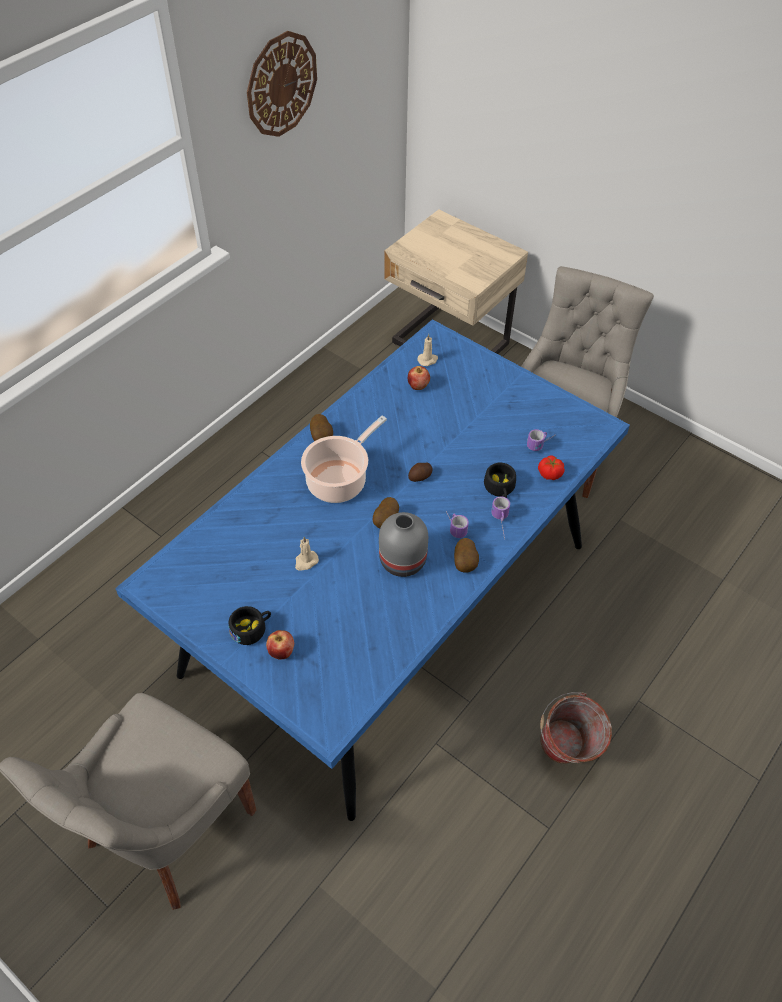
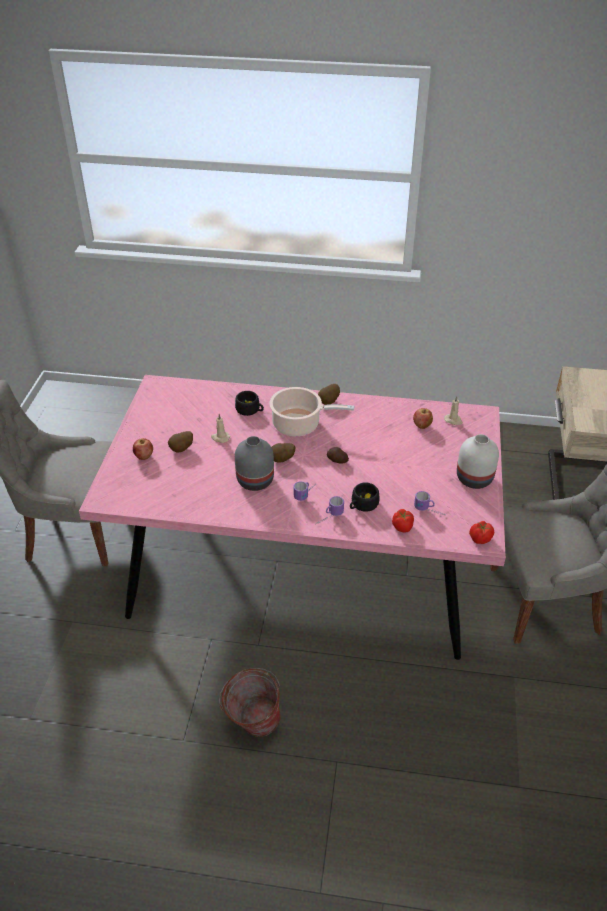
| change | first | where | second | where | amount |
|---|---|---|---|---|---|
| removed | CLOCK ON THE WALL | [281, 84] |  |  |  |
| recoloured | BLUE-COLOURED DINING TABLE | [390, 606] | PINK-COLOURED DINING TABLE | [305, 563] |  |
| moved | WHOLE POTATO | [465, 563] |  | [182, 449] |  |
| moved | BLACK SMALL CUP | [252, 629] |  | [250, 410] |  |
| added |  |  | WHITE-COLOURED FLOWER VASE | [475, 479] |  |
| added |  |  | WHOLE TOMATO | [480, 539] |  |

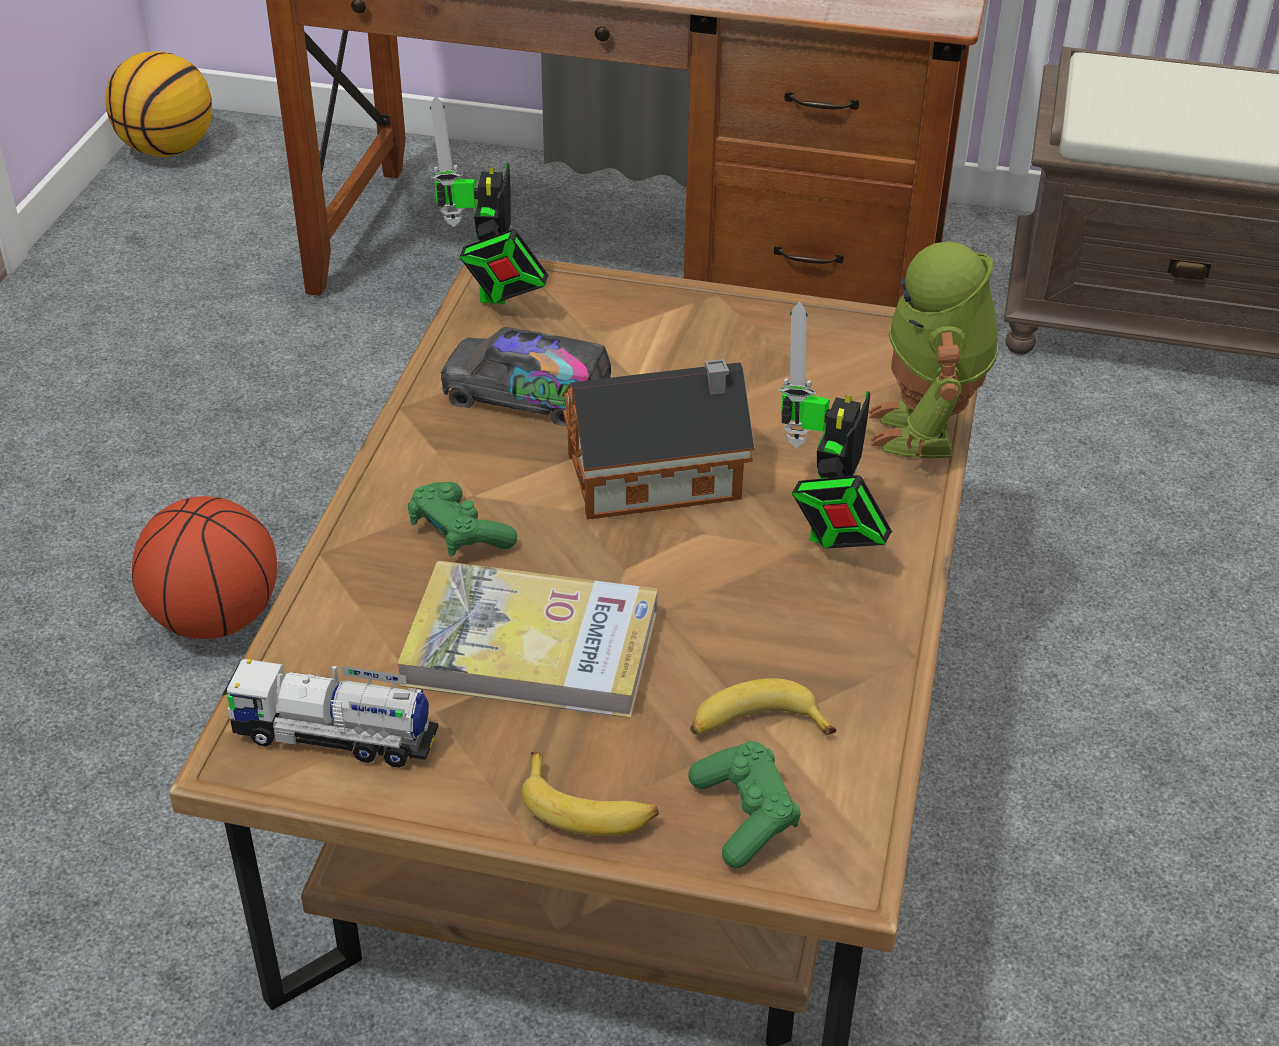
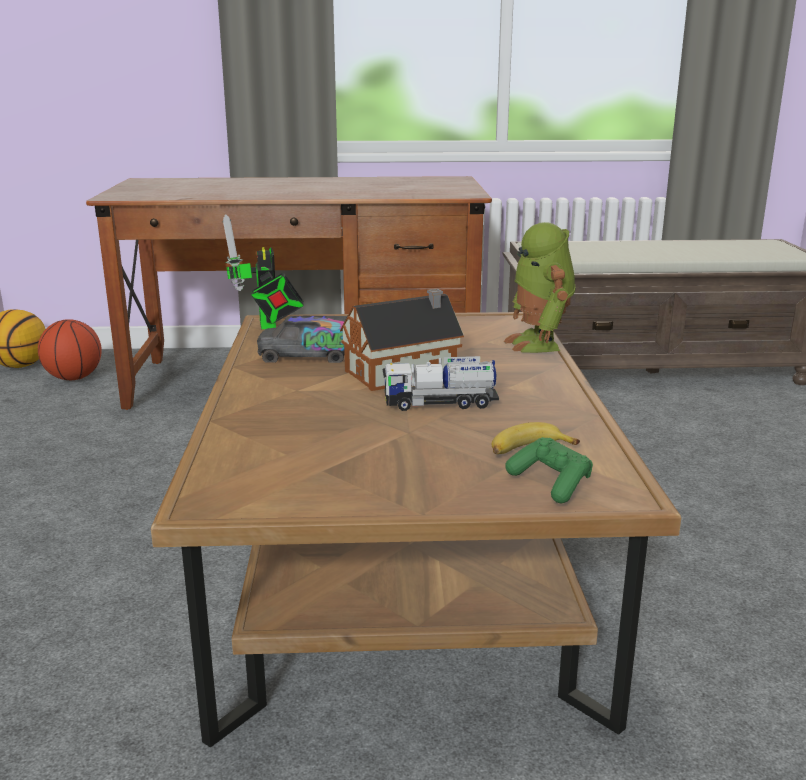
| change | first | where | second | where | amount |
|---|---|---|---|---|---|
| removed | TOY ROBOT | [828, 532] |  |  |  |
| removed | GREEN GAMEPAD | [459, 534] |  |  |  |
| moved | BASKETBALL | [214, 619] |  | [73, 378] |  |
| removed | BOUND BOOK | [531, 648] |  |  |  |
| moved | TOY LORRY | [335, 736] |  | [440, 404] |  |
| removed | BANANA | [588, 808] |  |  |  |

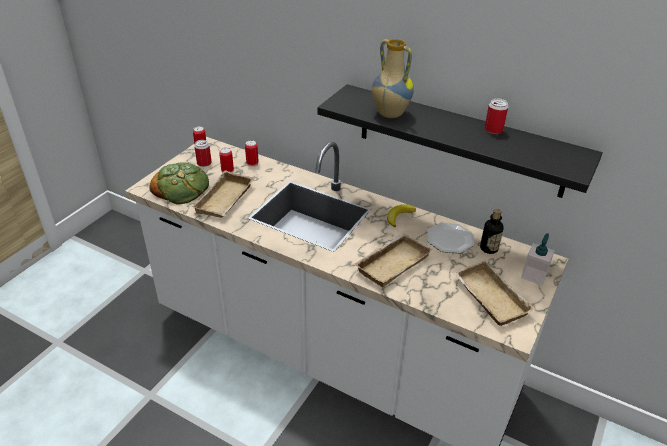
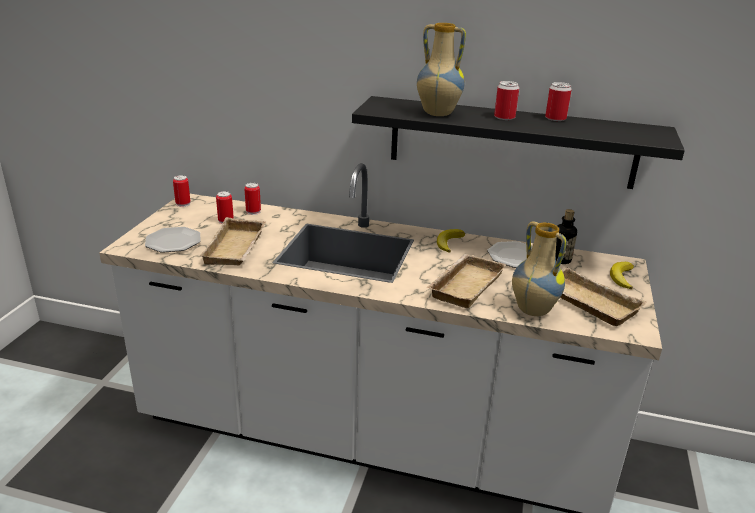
| change | first | where | second | where | amount |
|---|---|---|---|---|---|
| moved | CAN | [204, 163] |  | [504, 117] |  |
| replaced | BREAD | [181, 187] | FLAT DISH | [173, 241] |  |
| replaced | SOAP DISPENSER | [534, 275] | BANANA | [621, 277] |  |
| added |  |  | FLOWER VASE | [532, 310] |  |

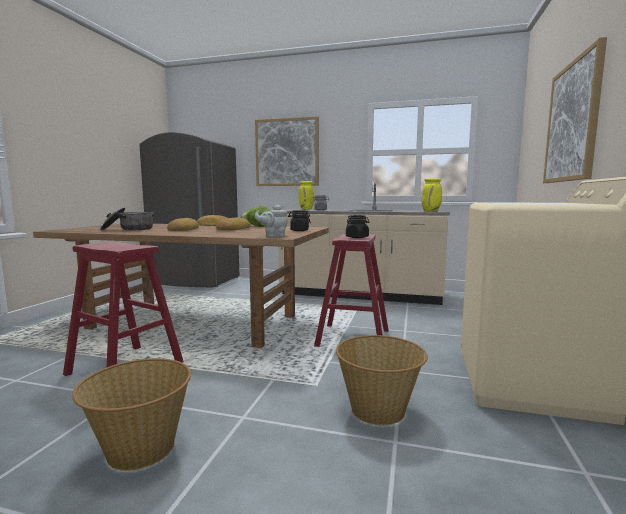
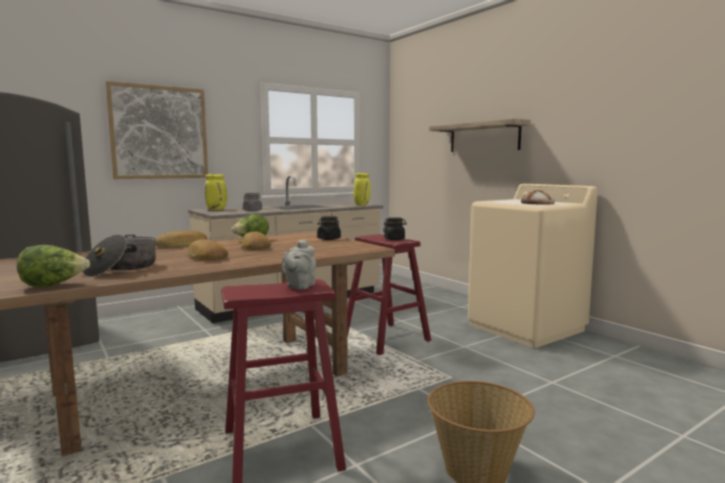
| change | first | where | second | where | amount |
|---|---|---|---|---|---|
| replaced | PICTURE | [572, 122] | WALL SHELF | [484, 137] |  |
| moved | GREYISH TEAPOT | [273, 236] |  | [299, 286] |  |
| removed | HOUSEHOLD BASKET | [379, 410] |  |  |  |
| added |  |  | BREAD | [537, 203] |  |
| added |  |  | LETTUCE | [53, 285] |  |

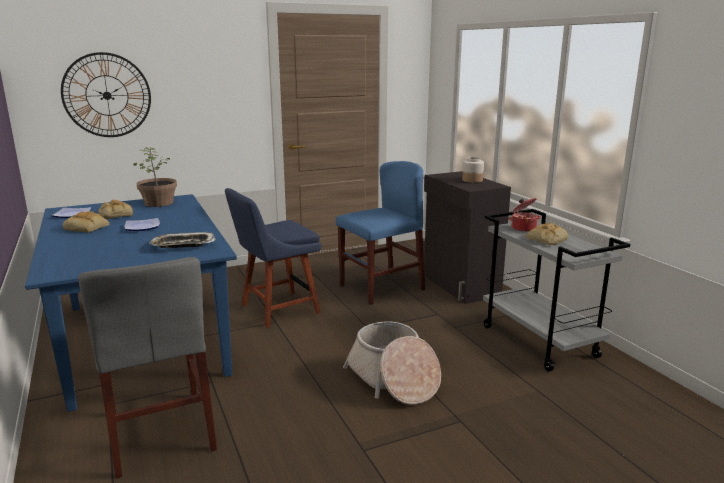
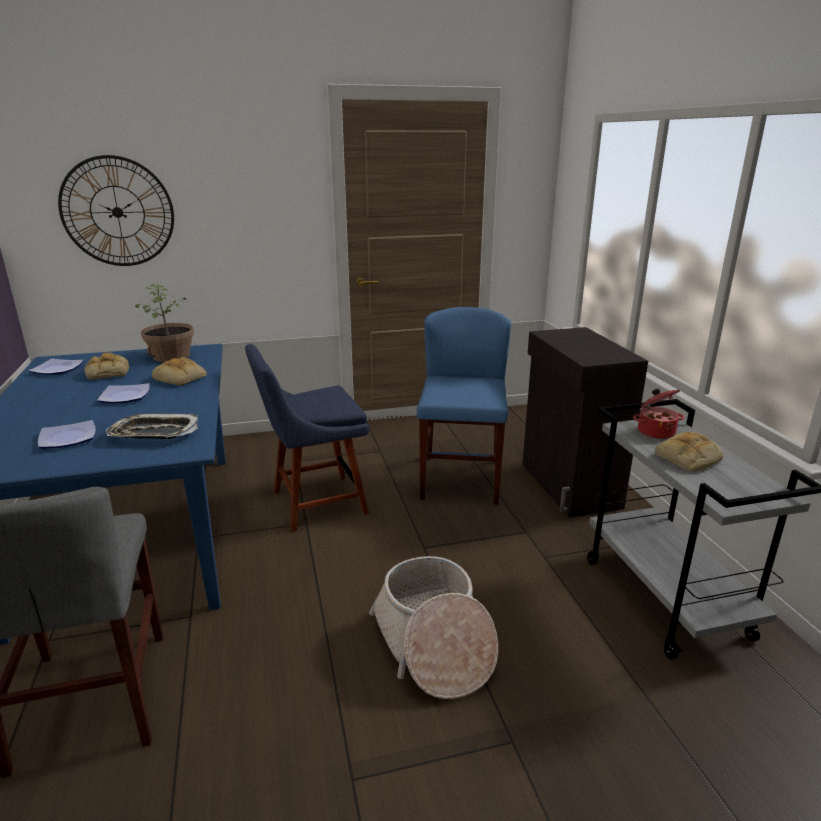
| change | first | where | second | where | amount |
|---|---|---|---|---|---|
| removed | JAR | [472, 180] |  |  |  |
| turned | BLUE-COLOURED PLAIN CHAIR | [381, 287] |  | [460, 479] | 60 degrees counterclockwise |
| moved | BREAD | [88, 228] |  | [181, 378] |  |
| added |  |  | FLAT DISH | [67, 438] |  |

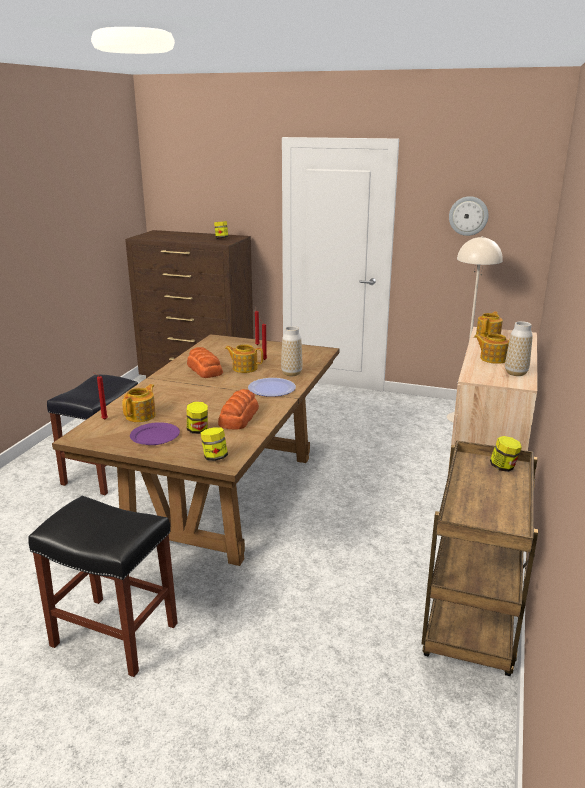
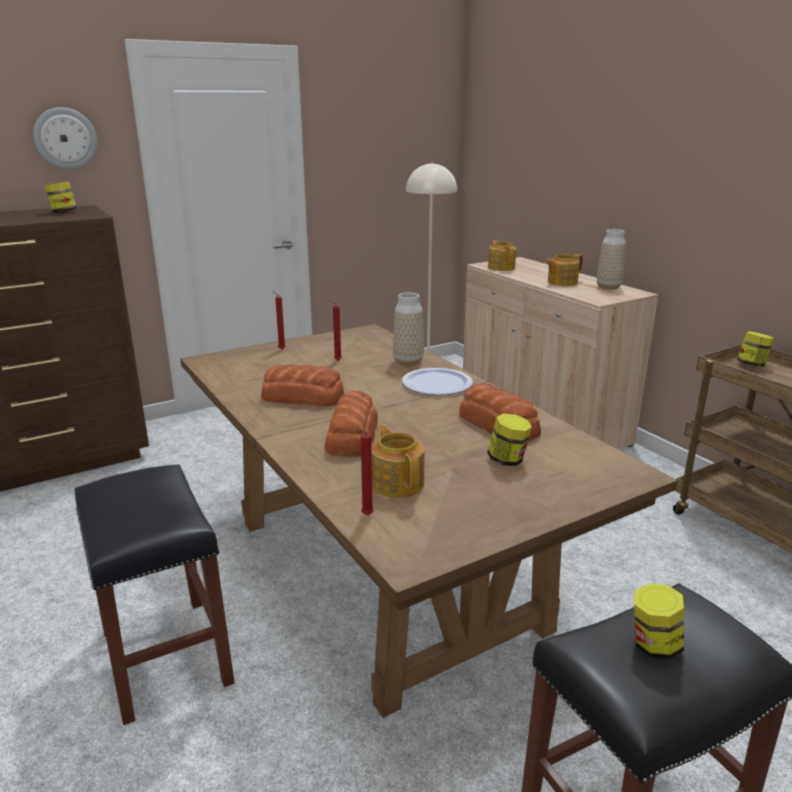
| change | first | where | second | where | amount |
|---|---|---|---|---|---|
| moved | CLOCK ON THE WALL | [468, 216] |  | [65, 138] |  |
| removed | TEAPOT | [244, 368] |  |  |  |
| removed | PURPLISH FLAT DISH | [154, 436] |  |  |  |
| moved | JAR | [214, 457] |  | [654, 645] |  |
| added |  |  | BREAD | [351, 436] |  |

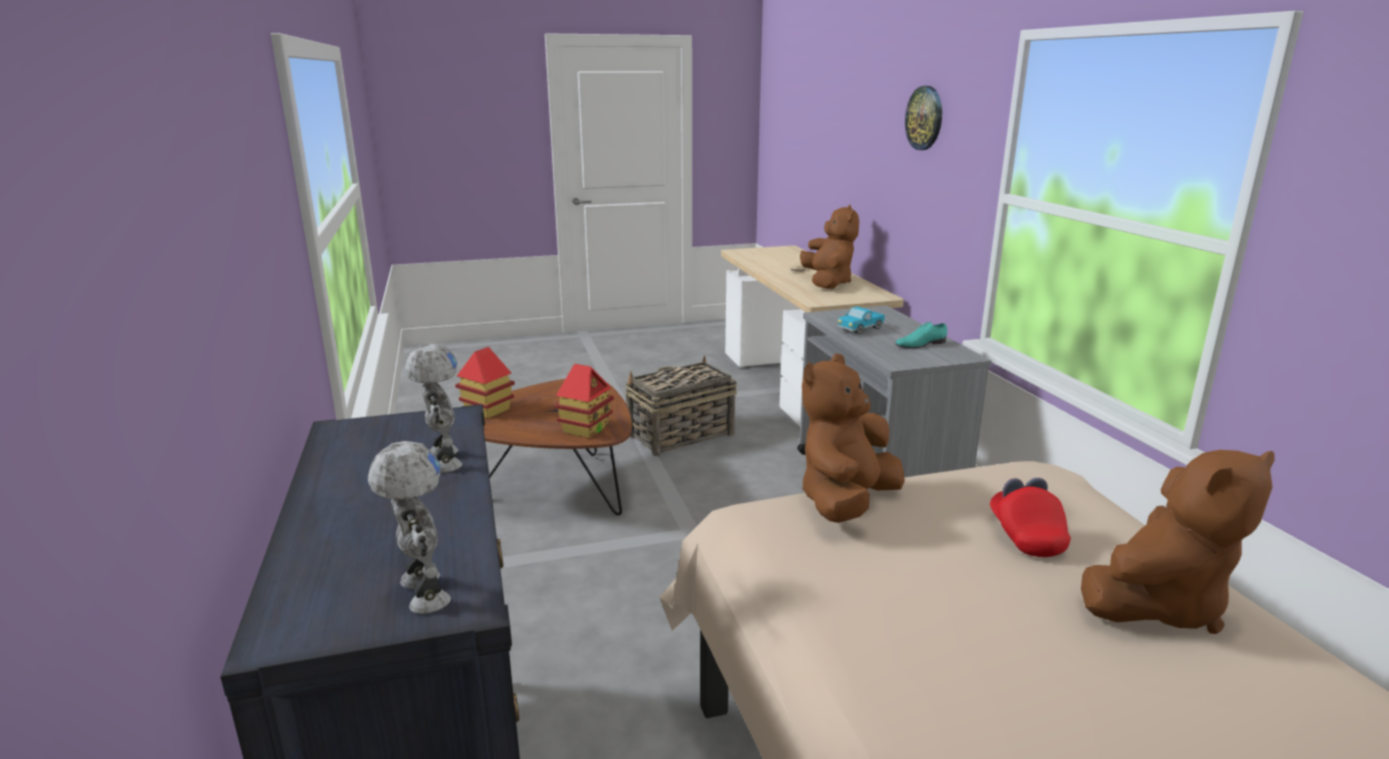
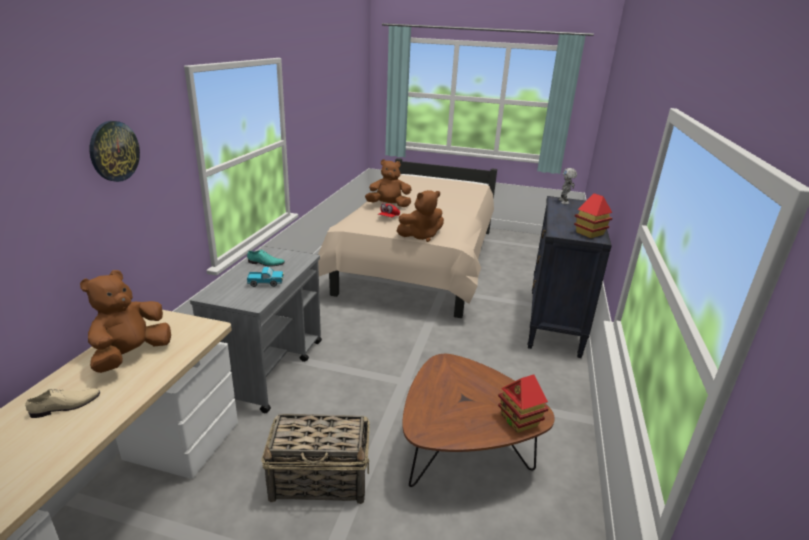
| change | first | where | second | where | amount |
|---|---|---|---|---|---|
| removed | TOY ROBOT | [442, 461] |  |  |  |
| moved | MODEL HOUSE | [585, 429] |  | [589, 233] |  |

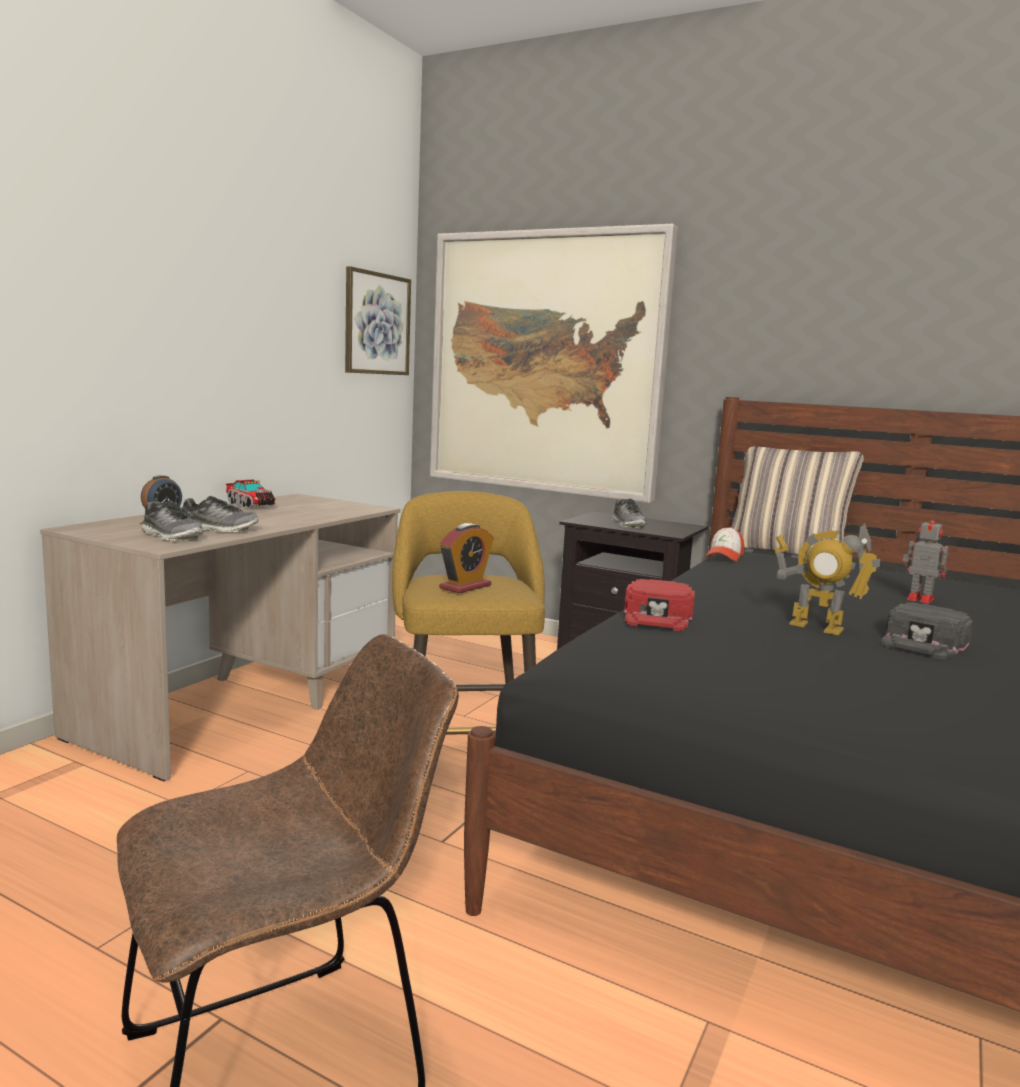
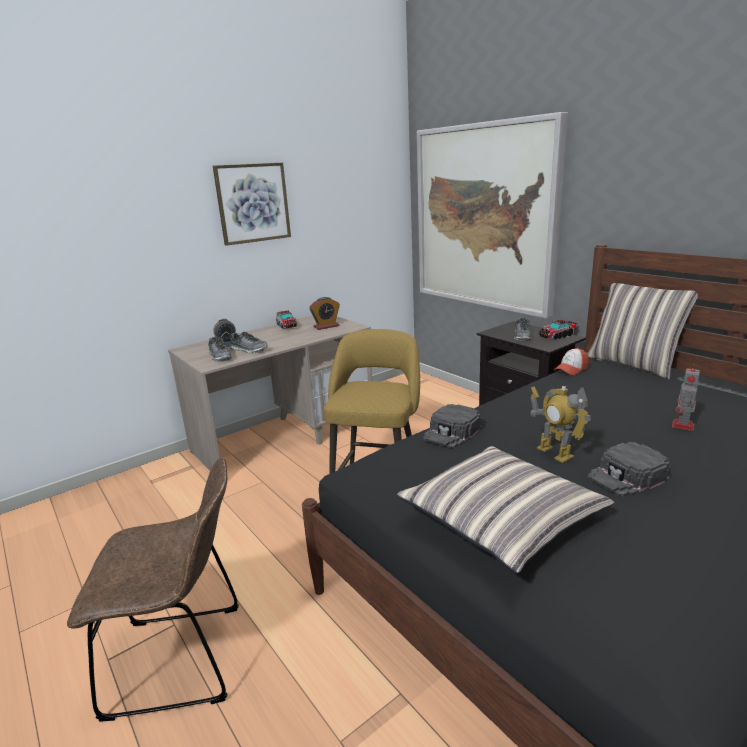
| change | first | where | second | where | amount |
|---|---|---|---|---|---|
| moved | PICTURE | [377, 324] |  | [253, 203] |  |
| turned | TOY ROBOT | [918, 599] |  | [682, 426] | 120 degrees counterclockwise |
| moved | BEDSIDE CLOCK | [465, 586] |  | [326, 326] |  |
| recoloured | RED-COLOURED CAP | [658, 616] | BLACK CAP | [452, 432] |  |
| added |  |  | TOY LORRY | [557, 336] |  |
| added |  |  | CUSHION | [501, 518] |  |

